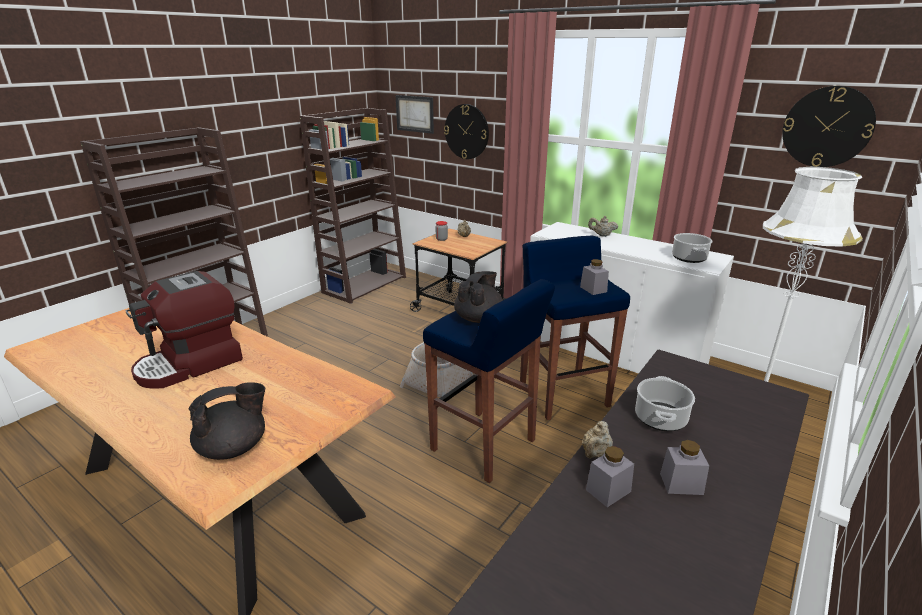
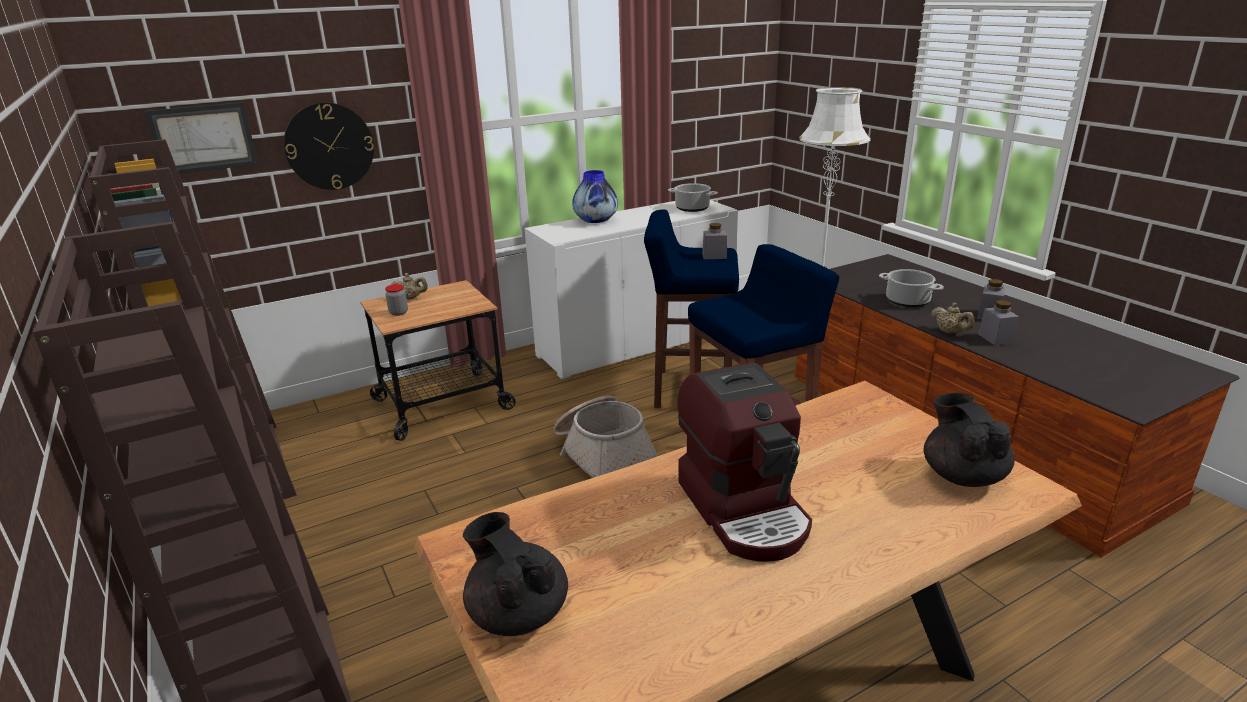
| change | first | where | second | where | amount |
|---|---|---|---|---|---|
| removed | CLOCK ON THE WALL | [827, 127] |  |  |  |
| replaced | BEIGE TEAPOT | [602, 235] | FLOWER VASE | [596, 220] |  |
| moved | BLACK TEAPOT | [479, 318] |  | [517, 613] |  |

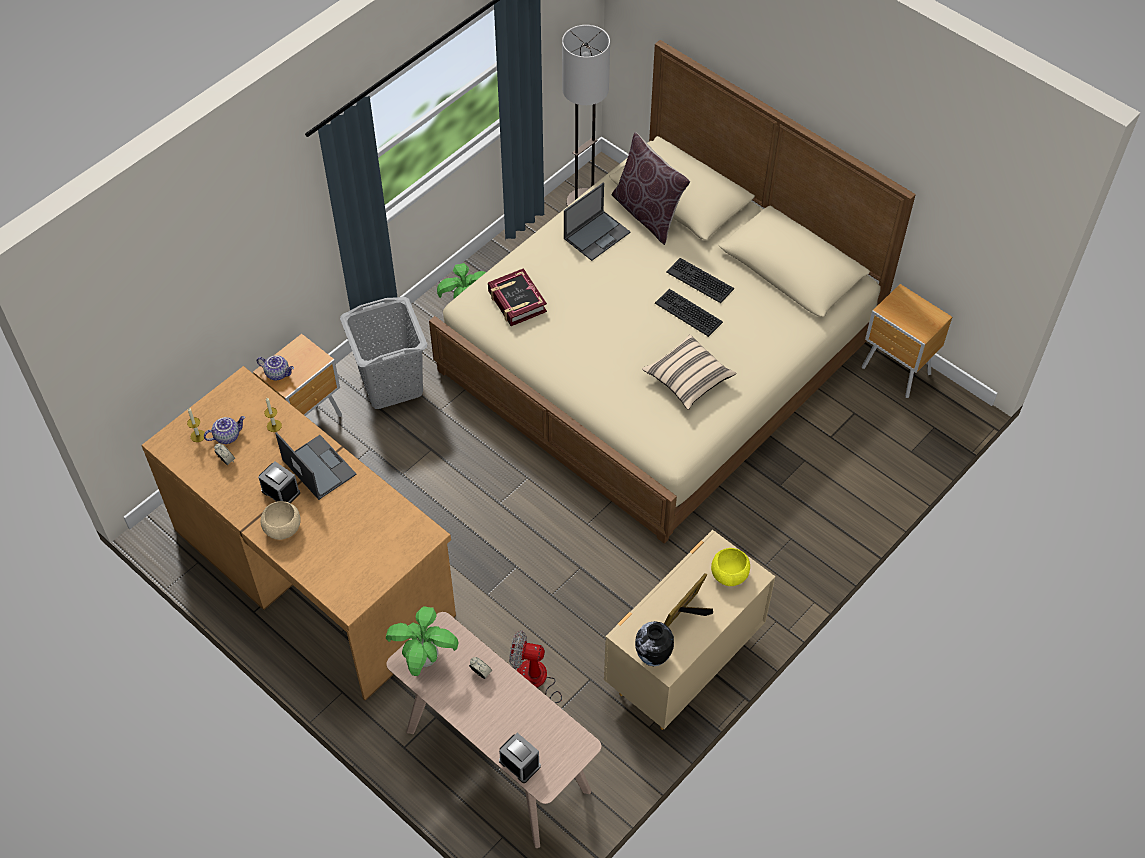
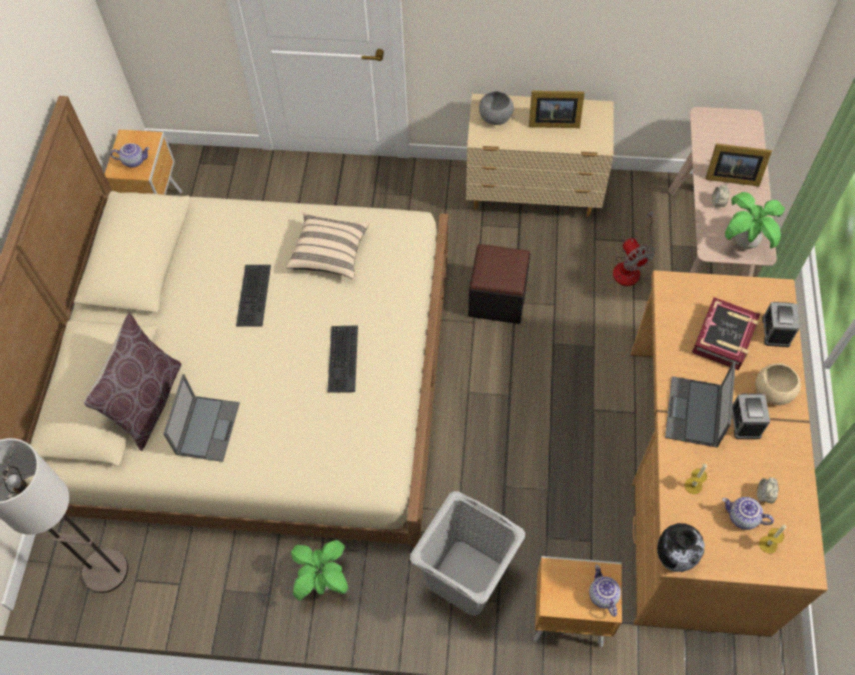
| change | first | where | second | where | amount |
|---|---|---|---|---|---|
| turned | LAPTOP | [597, 235] |  | [208, 427] | 90 degrees clockwise |
| moved | PC KEYBOARD | [700, 280] |  | [342, 359] |  |
| moved | BOUND BOOK | [516, 301] |  | [724, 337] |  |
| recoloured | YELLOW DEEP DISH | [728, 574] | GREYISH DEEP DISH | [495, 117] |  |
| moved | FLOWER VASE | [652, 657] |  | [674, 558] |  |
| moved | BEDSIDE CLOCK | [519, 763] |  | [776, 331] |  |
| added |  |  | TEAPOT | [134, 160] |  |
| added |  |  | PHOTO FRAME | [730, 176] |  |
| added |  |  | BLACK POUFFE | [497, 298] |  |

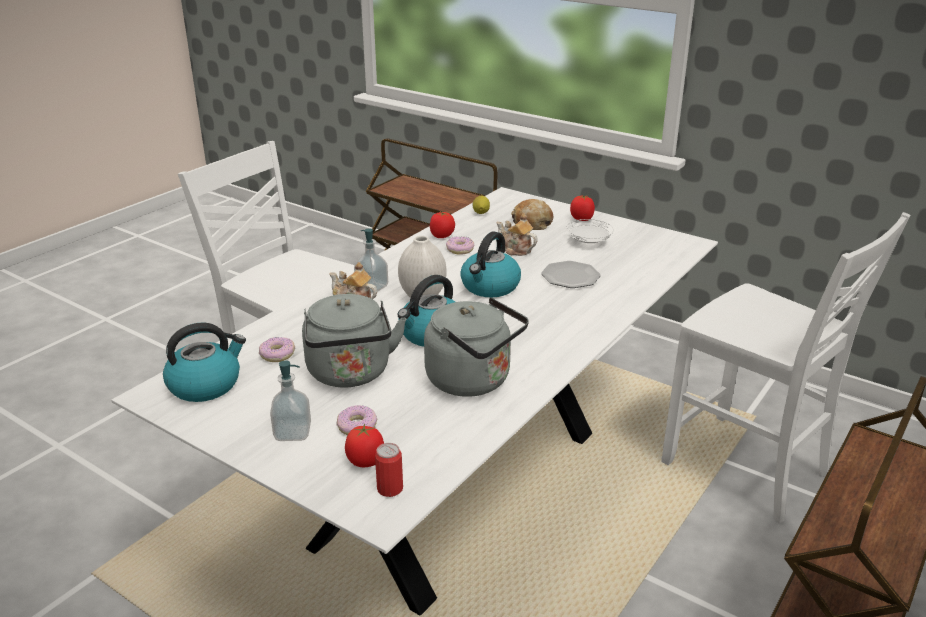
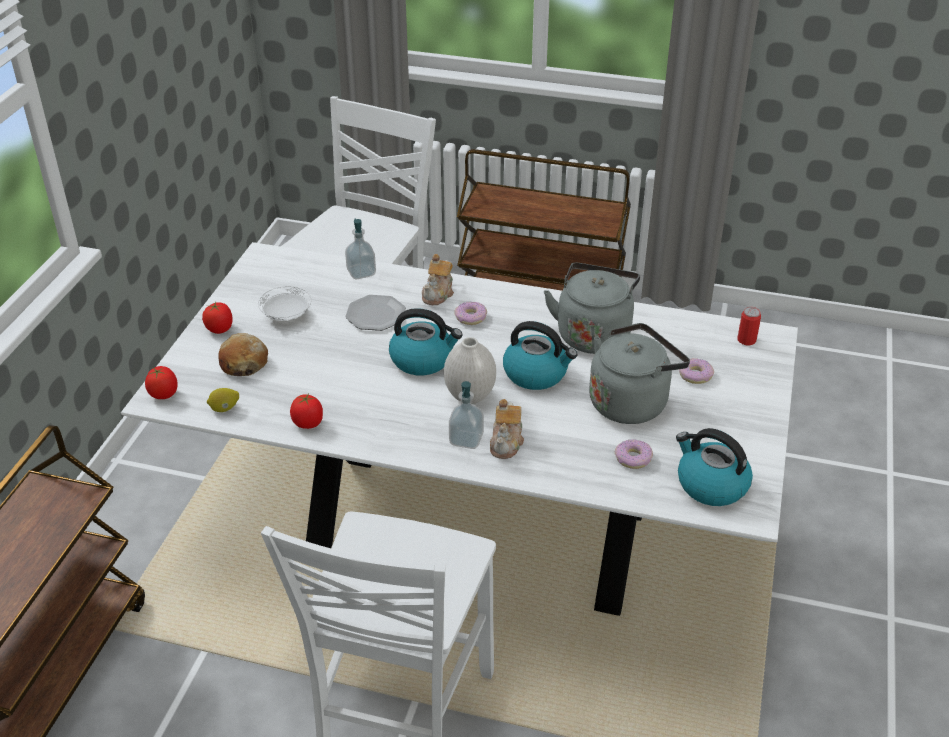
| change | first | where | second | where | amount |
|---|---|---|---|---|---|
| moved | TEAPOT | [514, 249] |  | [438, 294] |  |
| moved | RING DOUGHNUT | [460, 249] |  | [471, 317] |  |
| moved | SOAP DISPENSER | [292, 432] |  | [361, 272] |  |
| moved | WHOLE TOMATO | [366, 461] |  | [163, 394] |  |

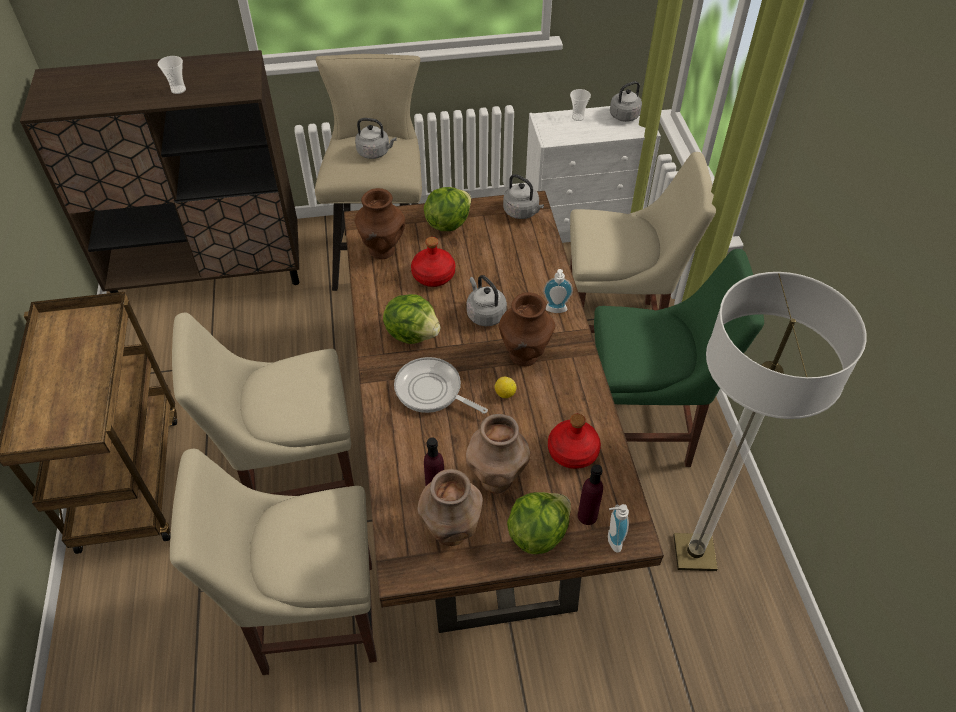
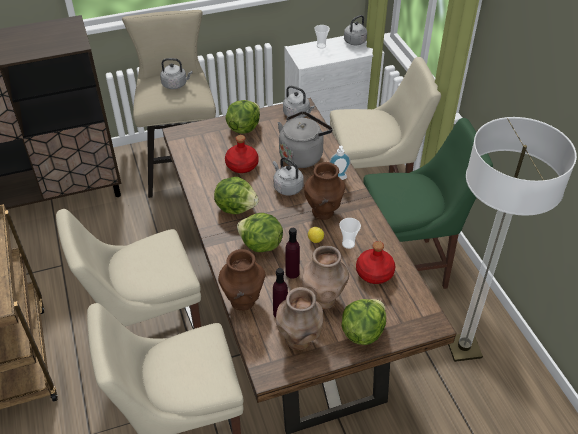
| change | first | where | second | where | amount |
|---|---|---|---|---|---|
| moved | SMALL CUP | [178, 90] |  | [348, 244] |  |
| moved | BROWN FLOWER VASE | [382, 251] |  | [243, 301] |  |
| replaced | FRYING PAN | [432, 391] | LETTUCE | [260, 245] |  |
| moved | PURPLISH BOTTLE | [587, 516] |  | [292, 273] |  |
| removed | SOAP DISPENSER | [611, 540] |  |  |  |
| added |  |  | GREYISH WATER KETTLE | [302, 155] |  |

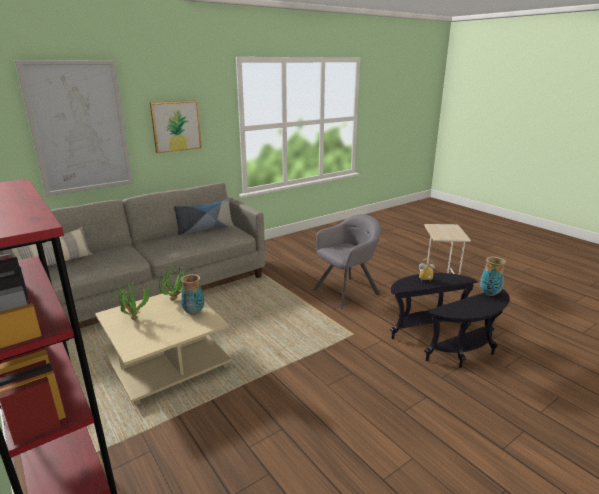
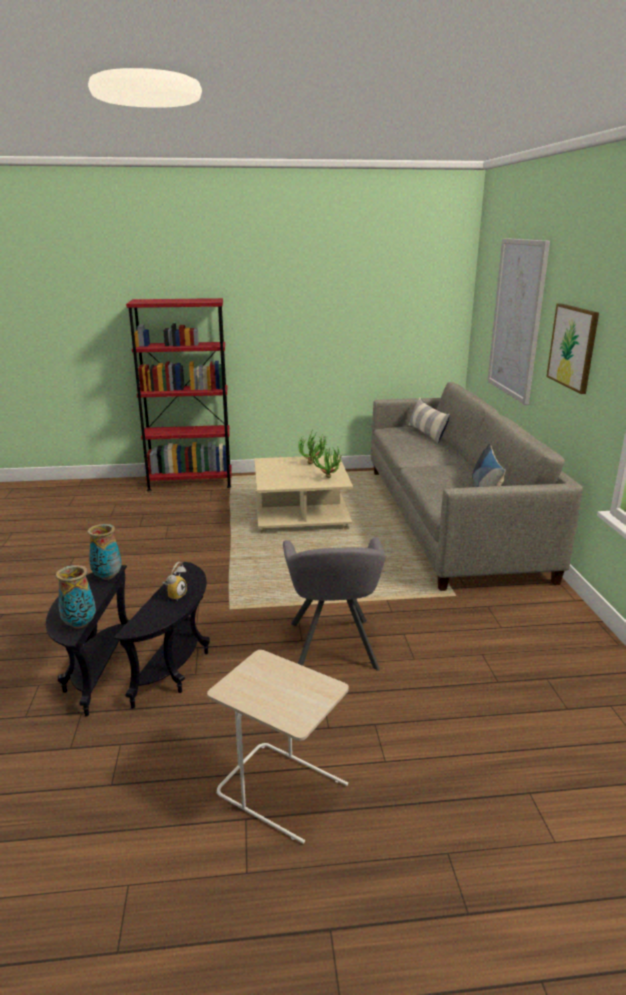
| change | first | where | second | where | amount |
|---|---|---|---|---|---|
| moved | FLOWER VASE | [194, 312] |  | [107, 576] |  |

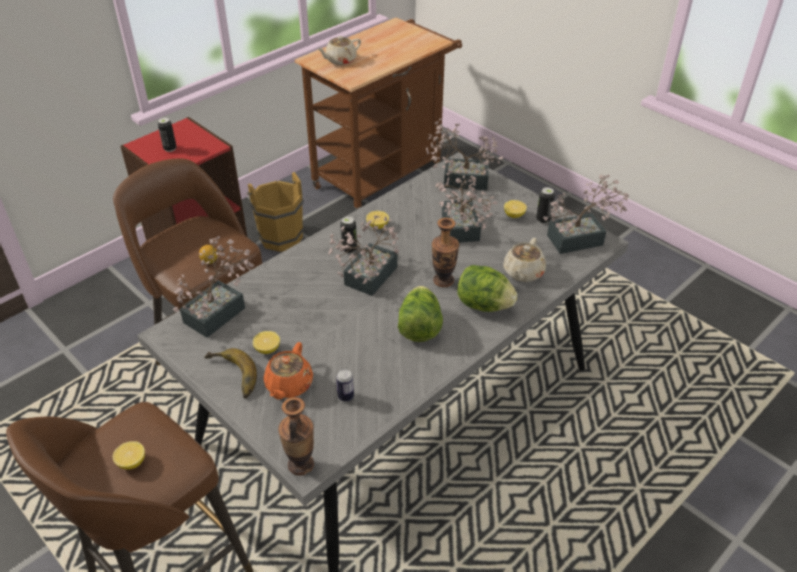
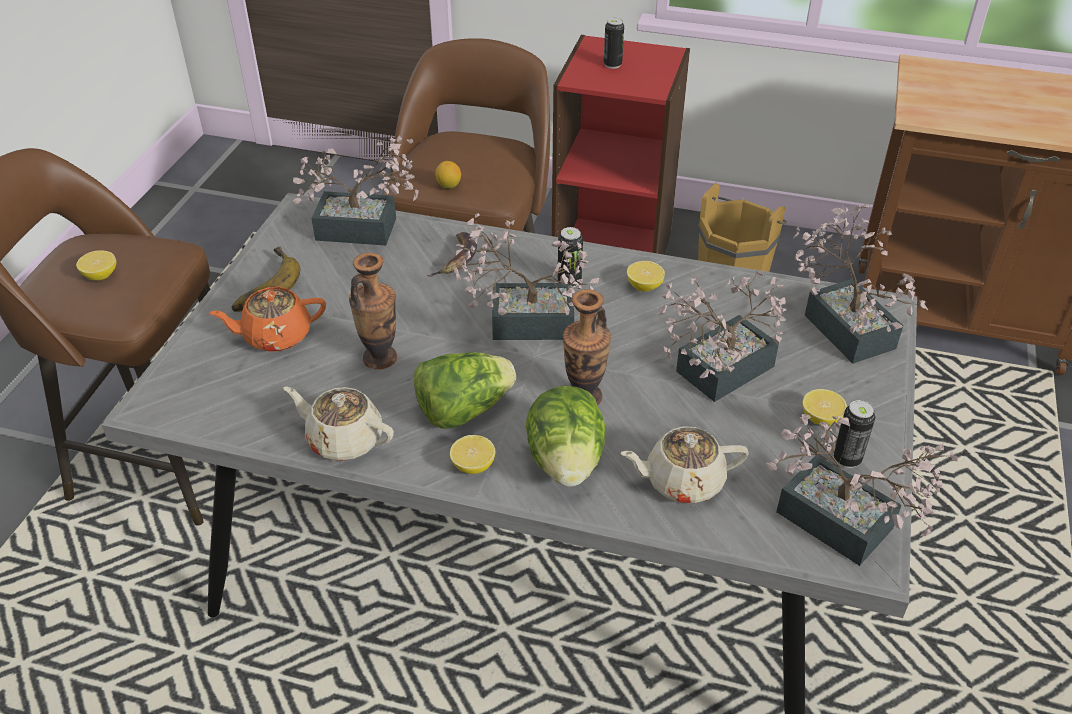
| change | first | where | second | where | amount |
|---|---|---|---|---|---|
| moved | BEIGE TEAPOT | [340, 60] |  | [344, 439] |  |
| moved | WHOLE LEMON | [267, 349] |  | [473, 466] |  |
| removed | CAN | [346, 396] |  |  |  |
| moved | FLOWER VASE | [301, 464] |  | [380, 358] |  |
| added |  |  | BANANA | [457, 259] |  |

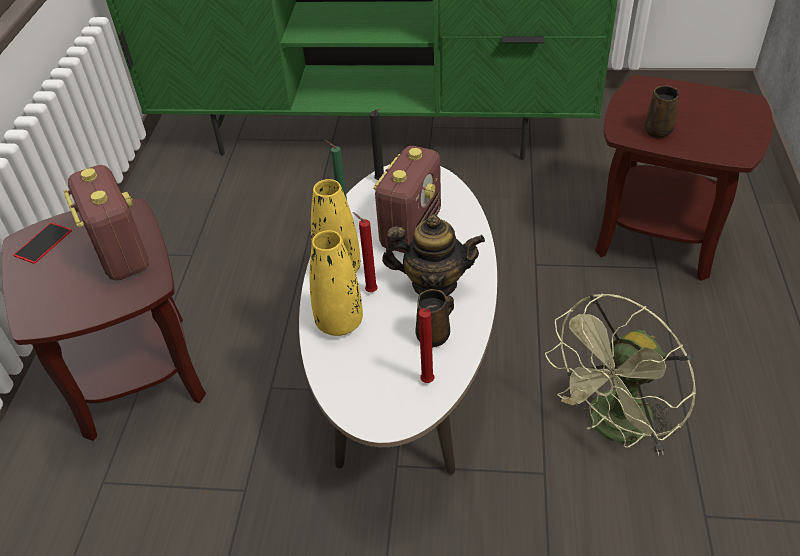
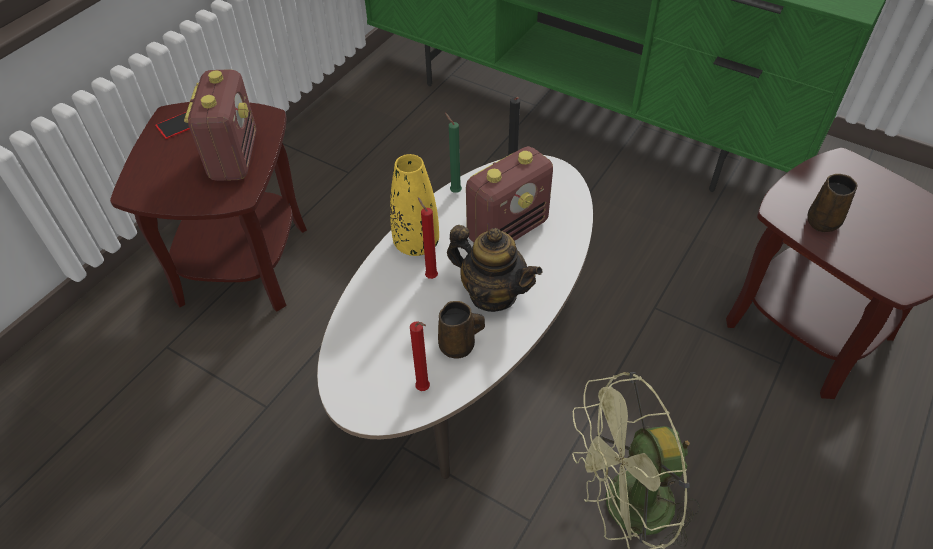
| change | first | where | second | where | amount |
|---|---|---|---|---|---|
| removed | YELLOW FLOWER VASE | [339, 323] |  |  |  |

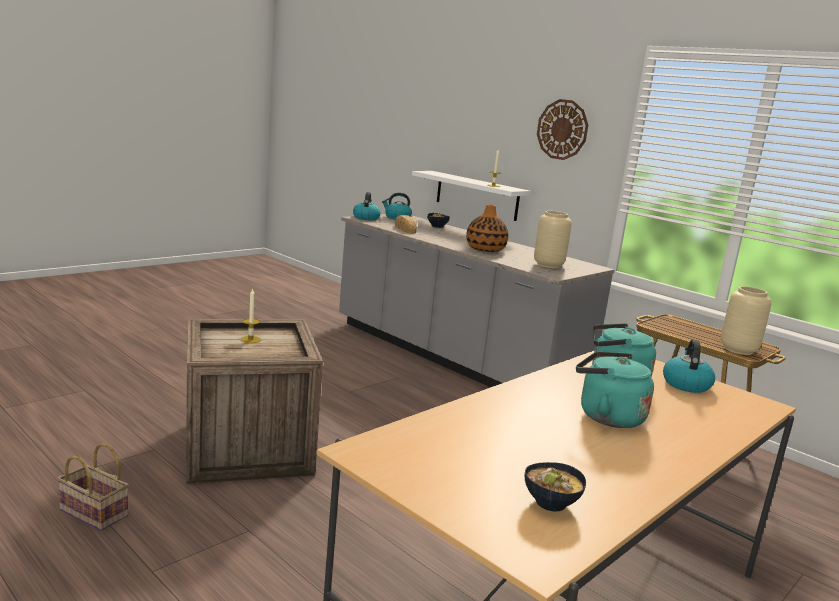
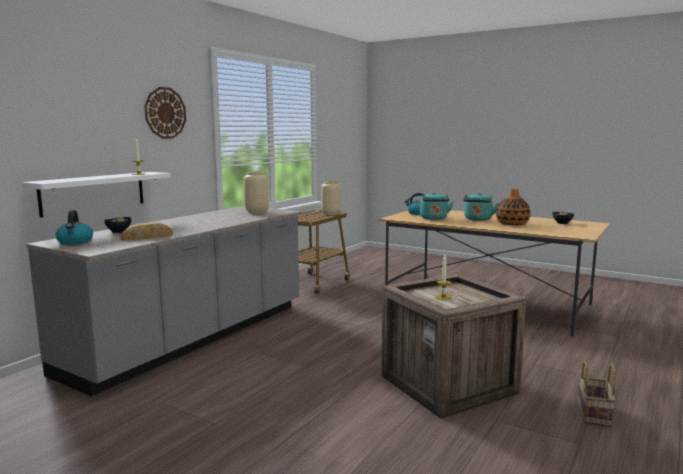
| change | first | where | second | where | amount |
|---|---|---|---|---|---|
| removed | WATER KETTLE | [366, 218] |  |  |  |
| moved | FLOWER VASE | [485, 249] |  | [512, 224] |  |

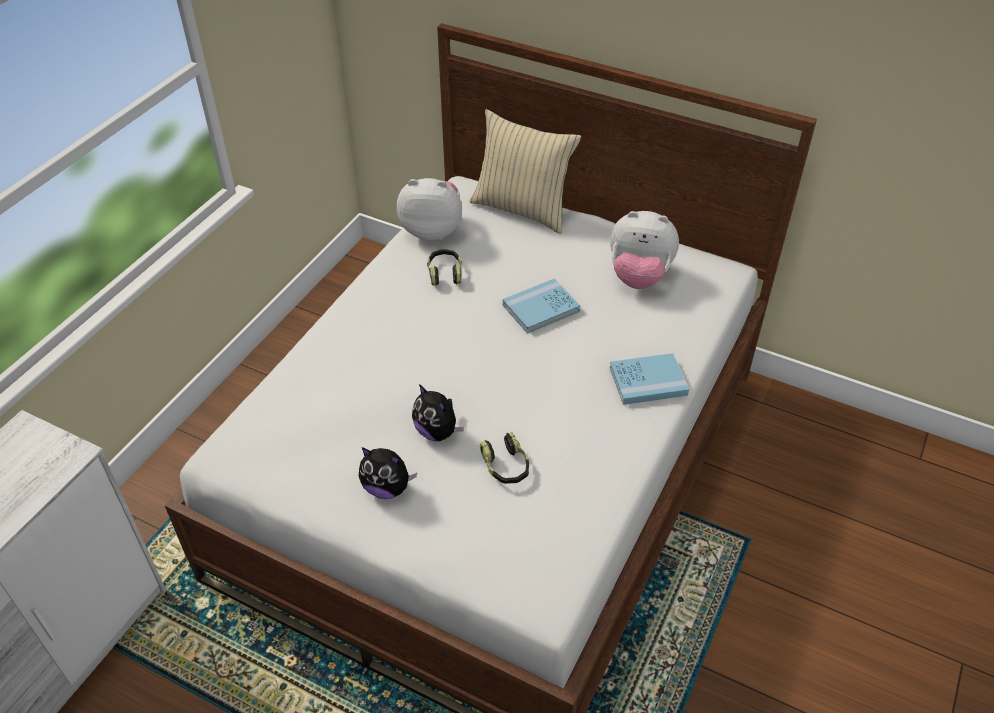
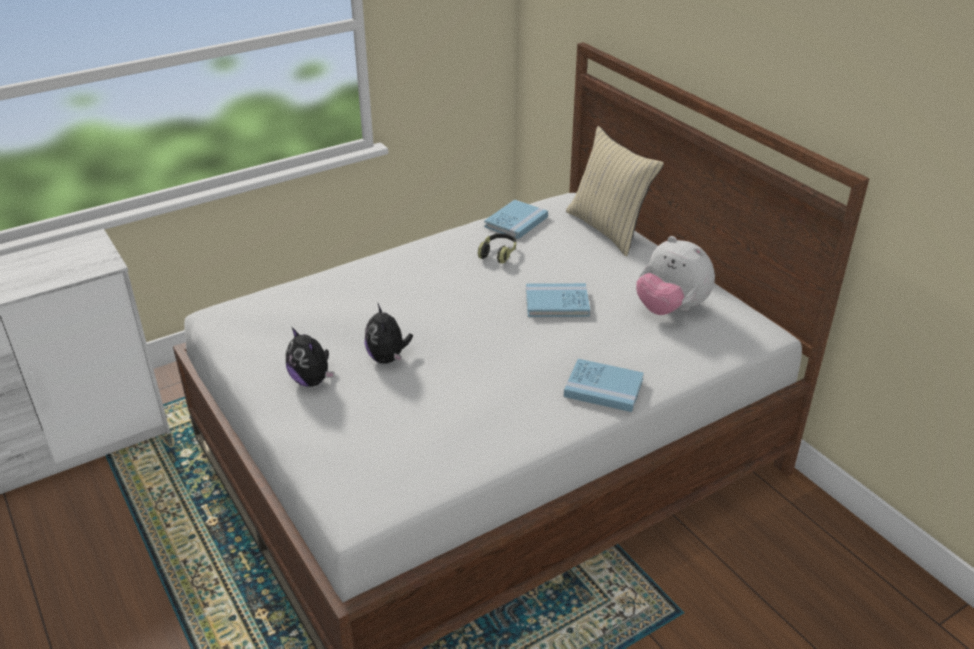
| change | first | where | second | where | amount |
|---|---|---|---|---|---|
| replaced | CUDDLY TOY | [432, 230] | BLUE-COLOURED BOUND BOOK | [516, 222] |  |
| removed | PAIR OF HEADPHONES | [506, 466] |  |  |  |

